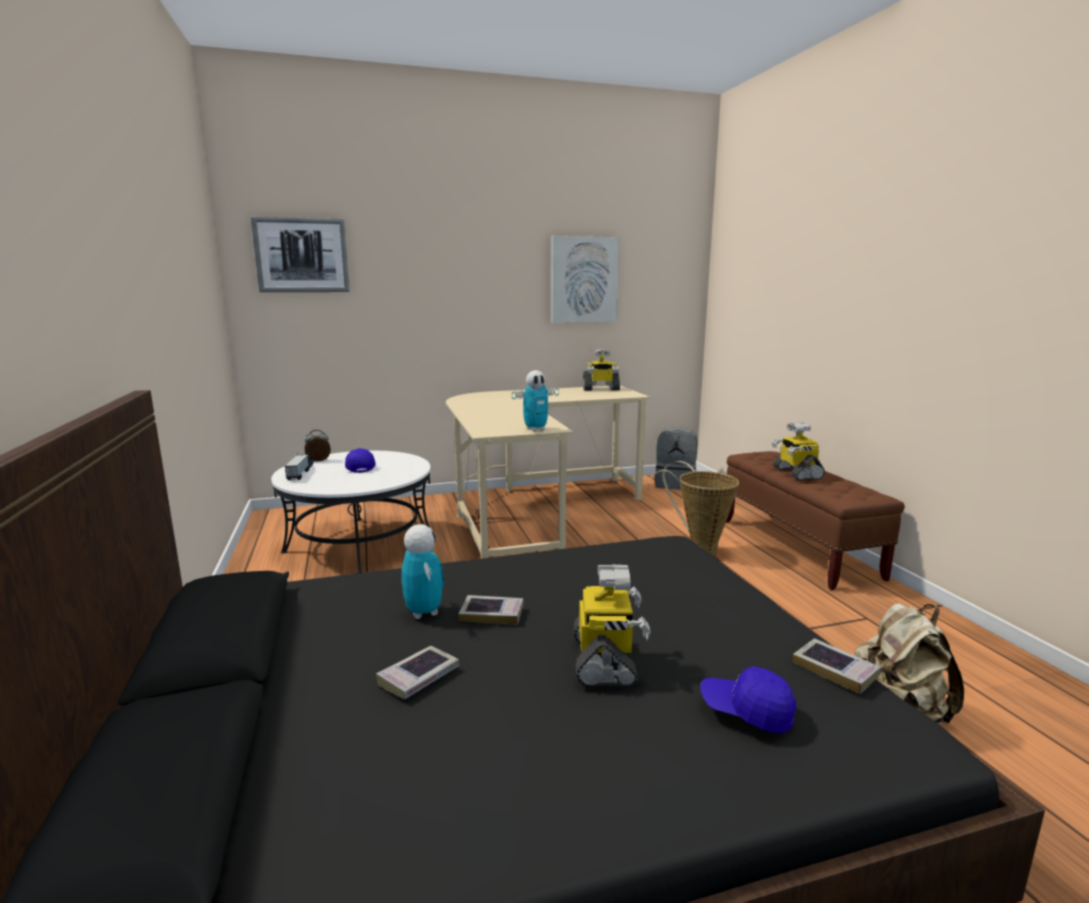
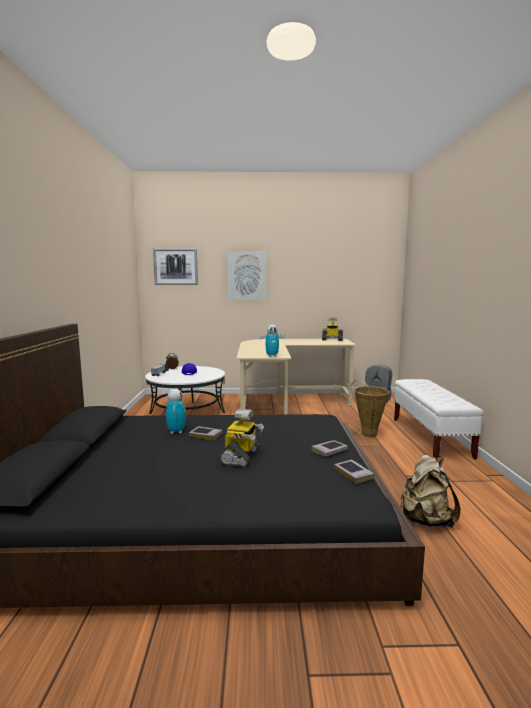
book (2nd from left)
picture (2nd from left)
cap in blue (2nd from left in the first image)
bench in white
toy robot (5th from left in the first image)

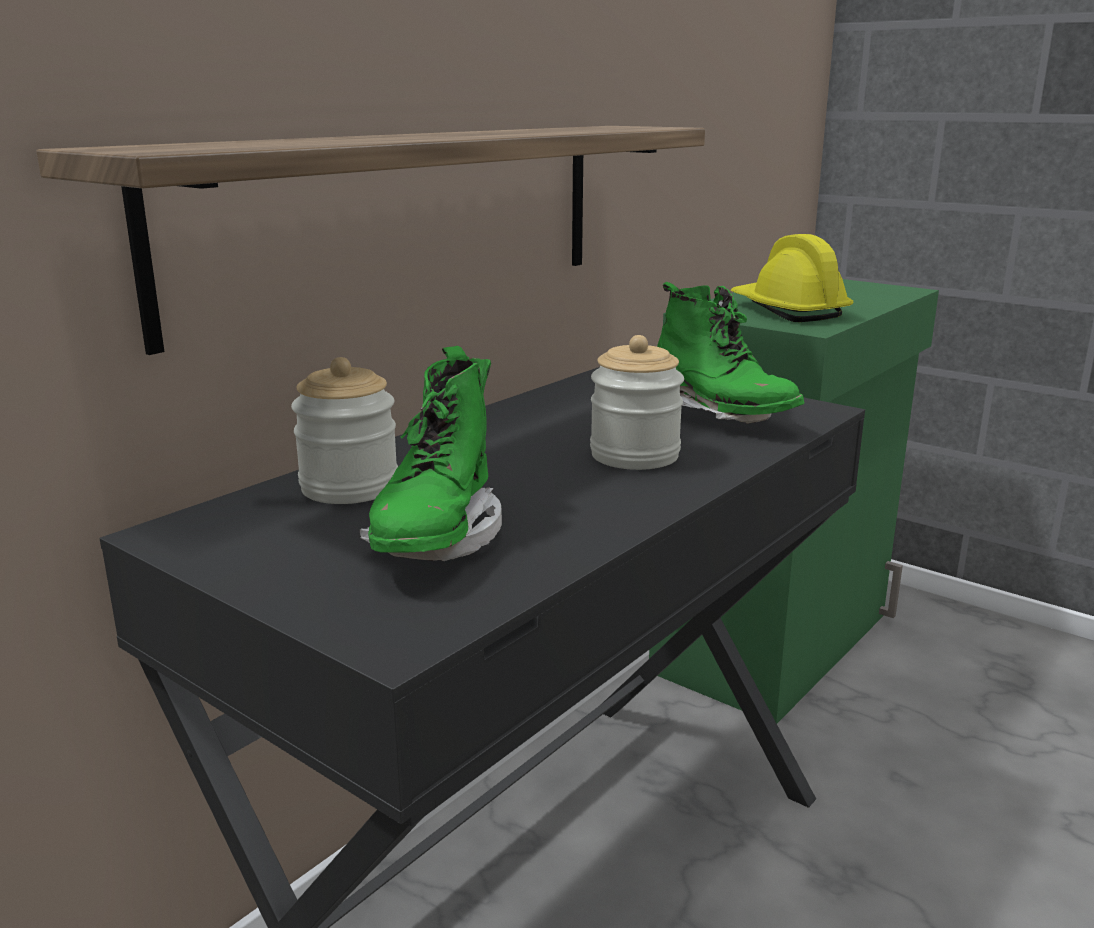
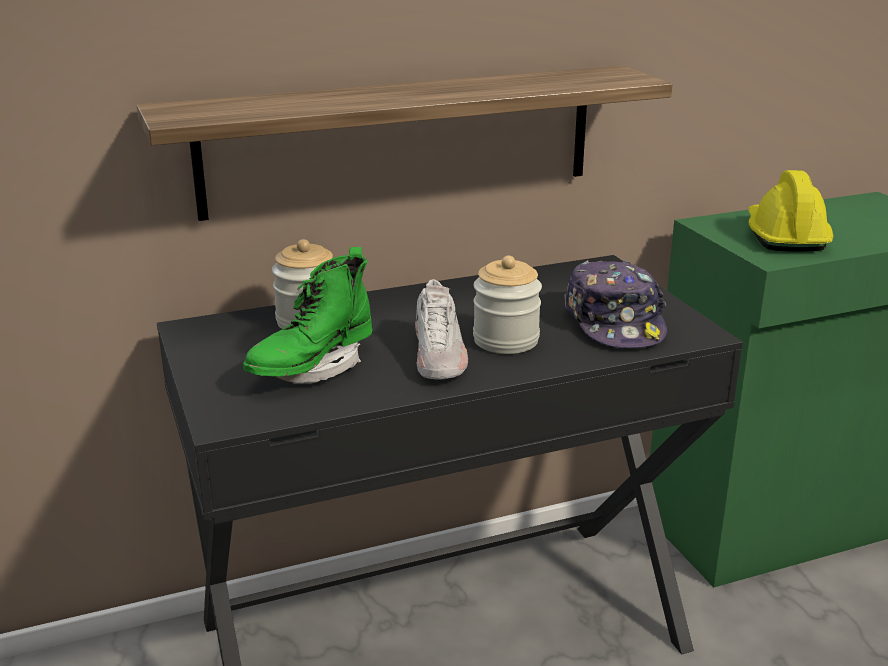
cap
shoe in white

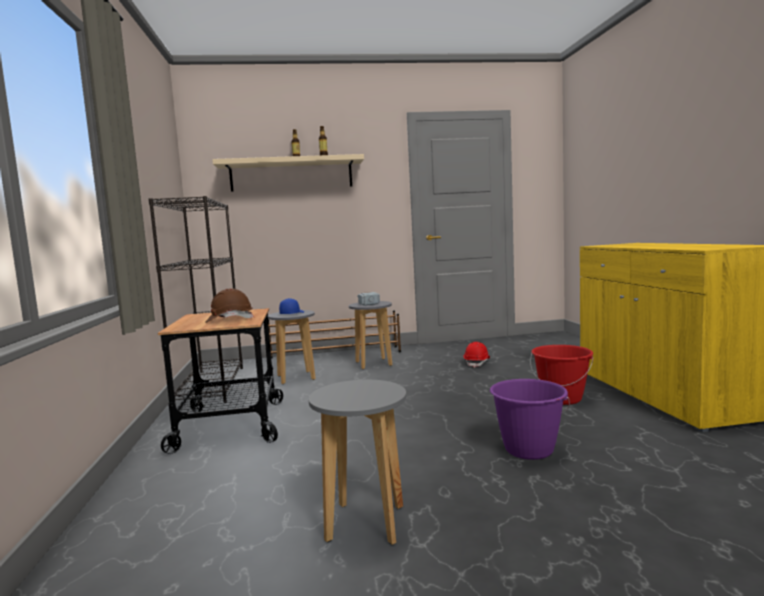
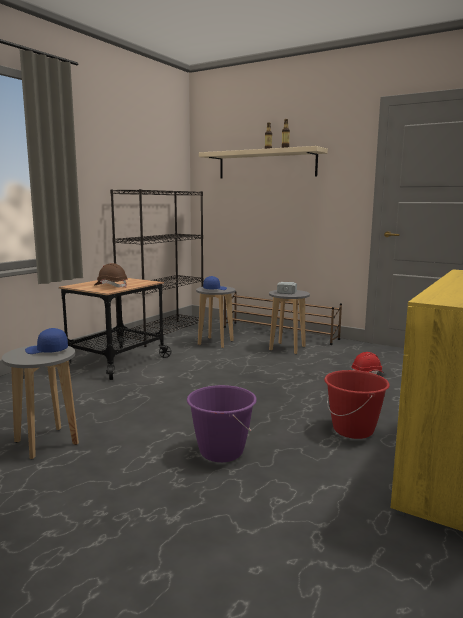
cap in blue (1st from left)

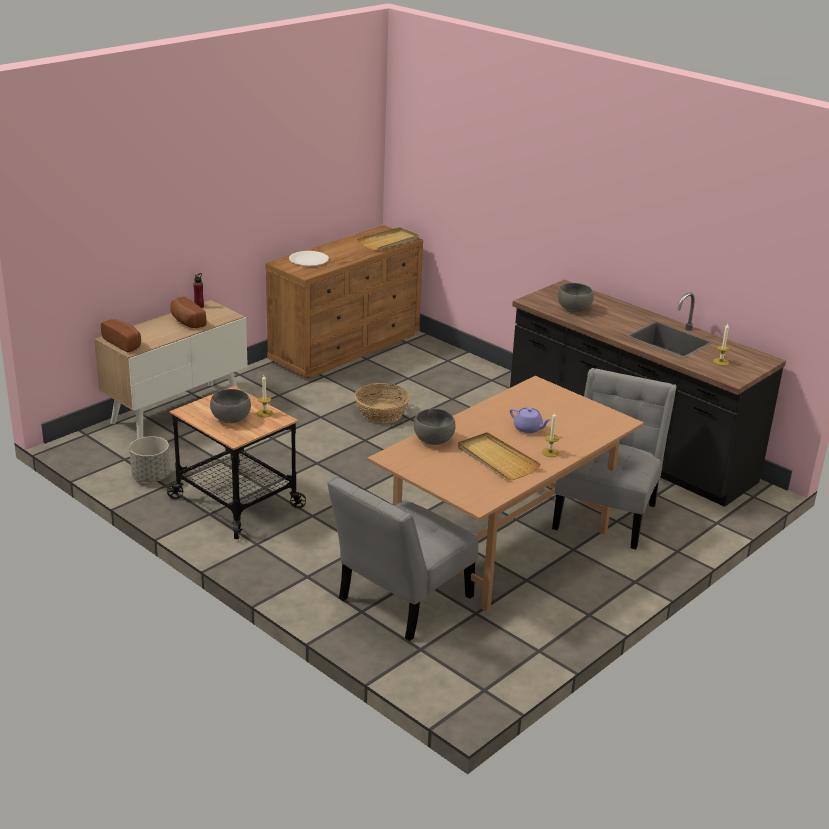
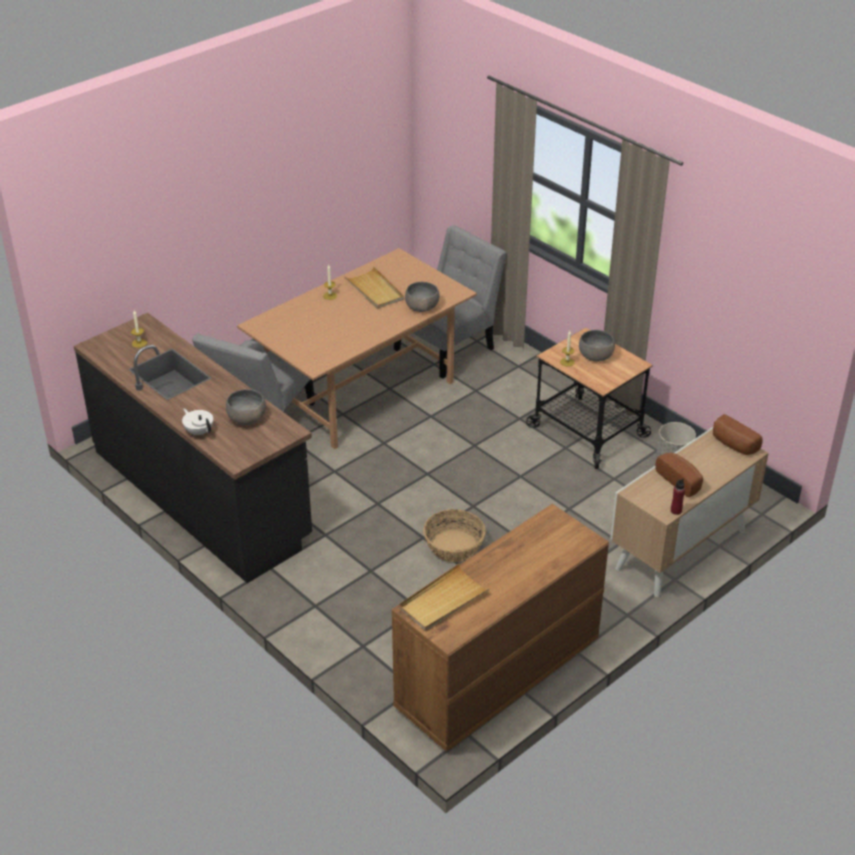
plate in white
teapot in purple
teapot in white

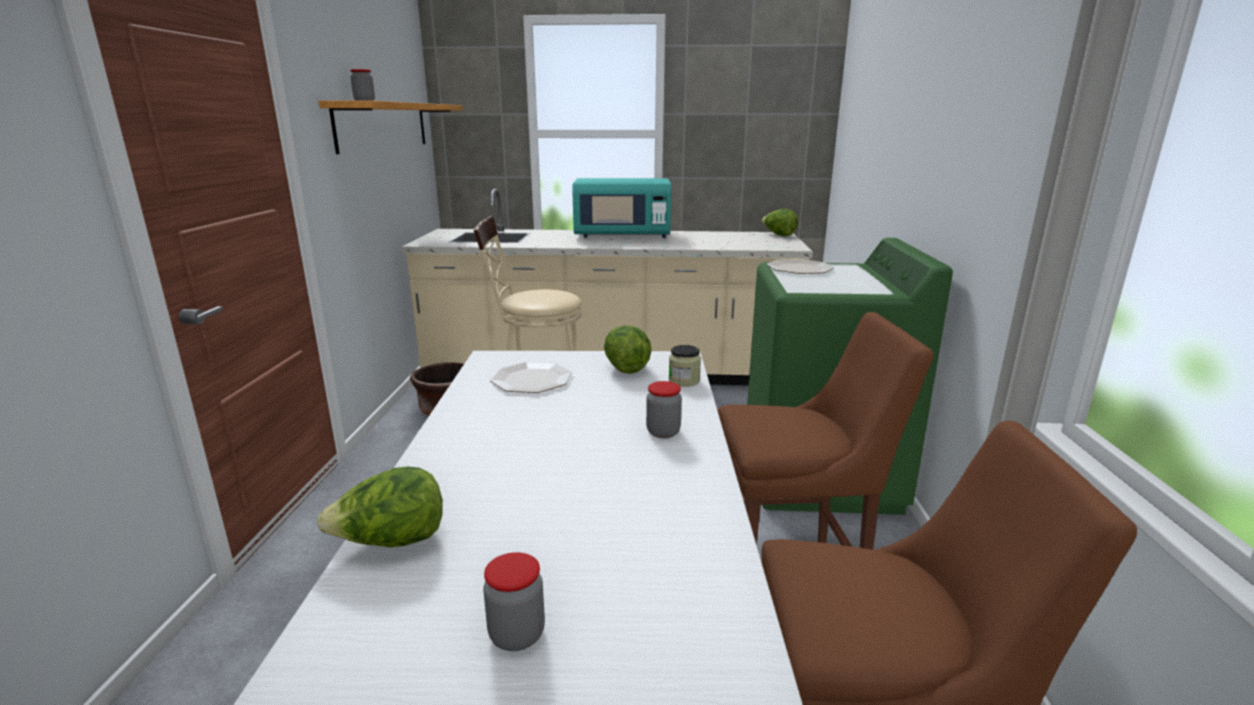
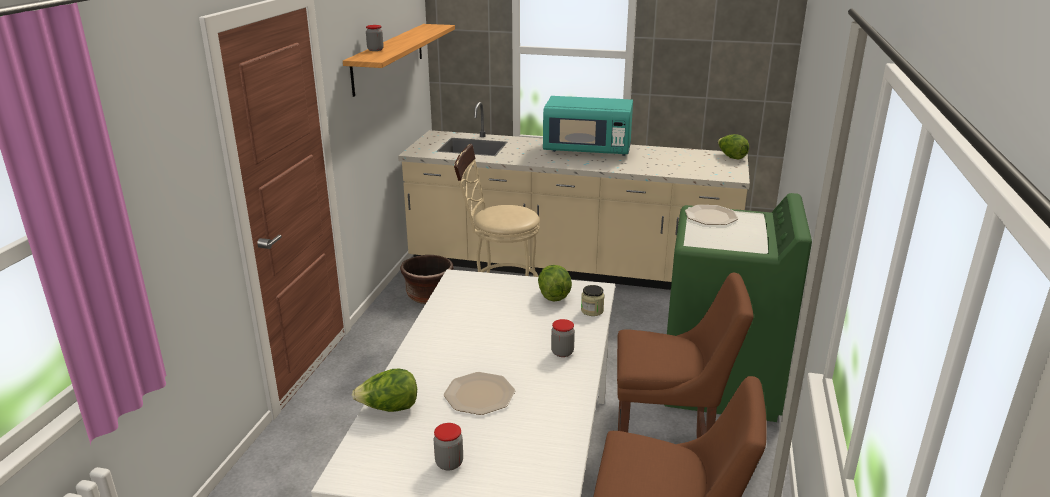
plate (1st from left)

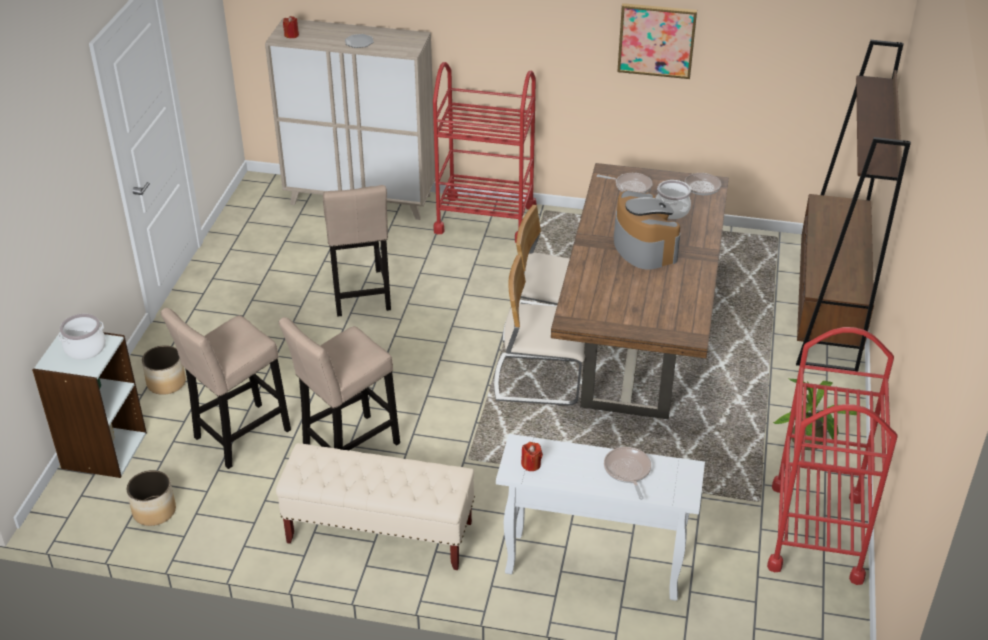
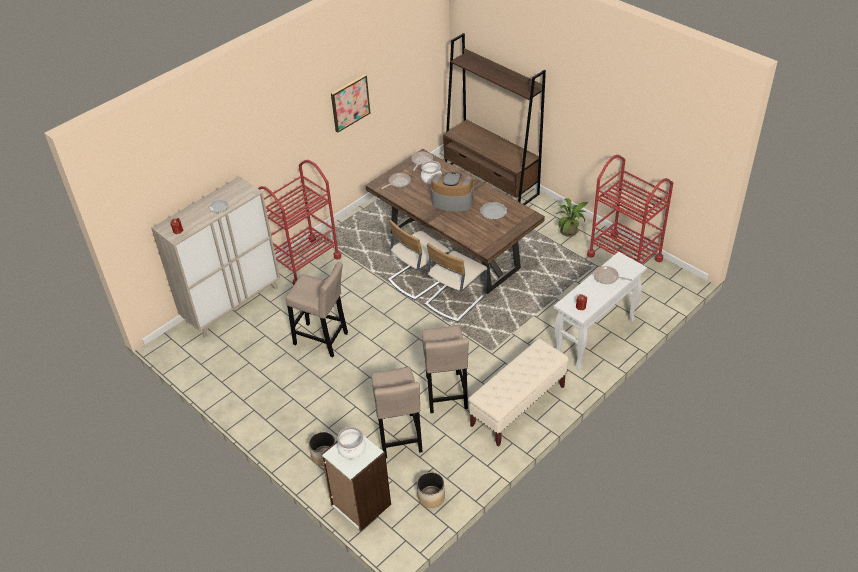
plate (2nd from left)

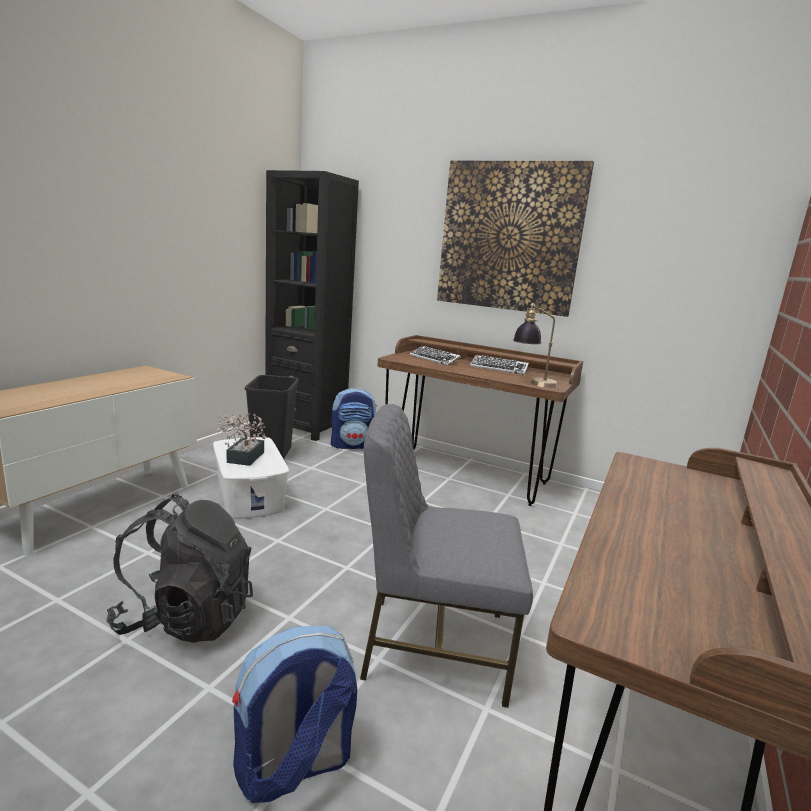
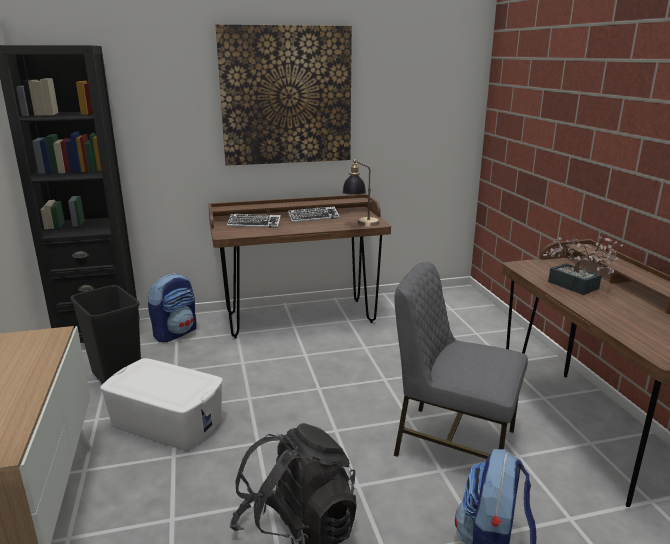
potted plant
chair in grey

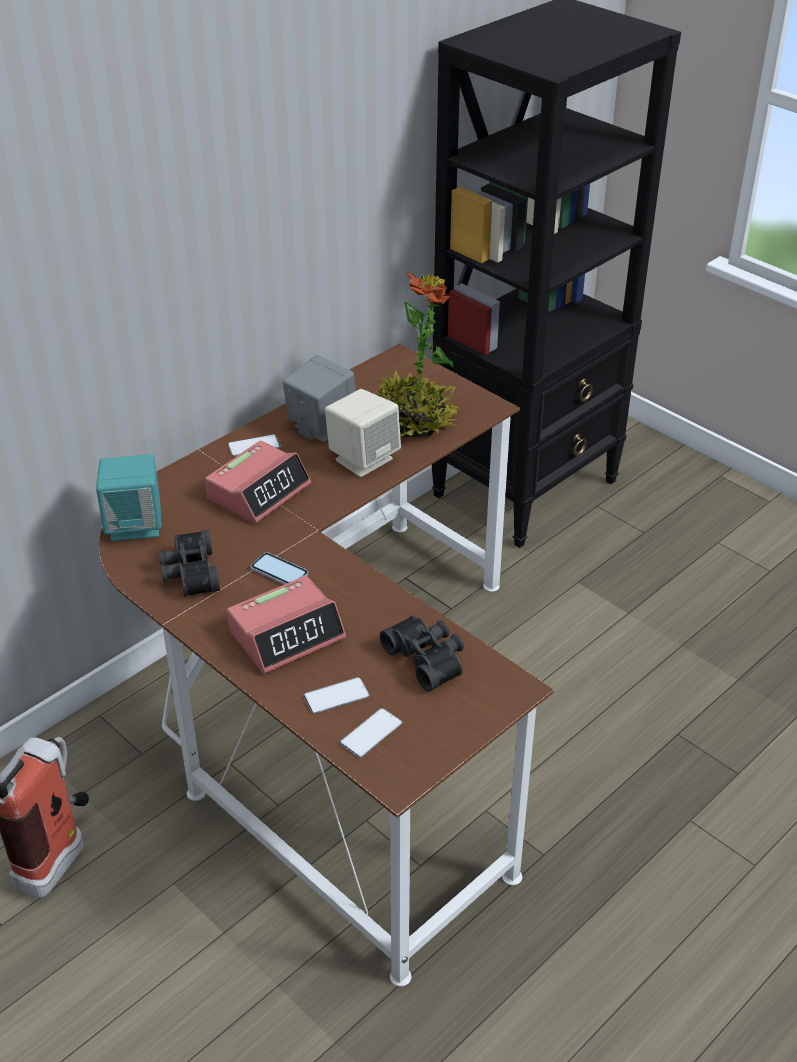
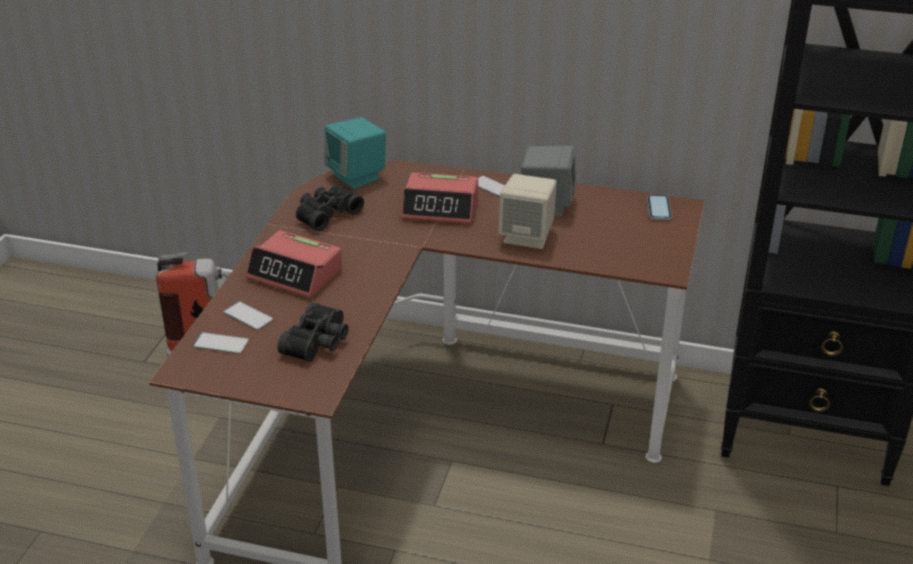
phone (4th from left)
potted plant

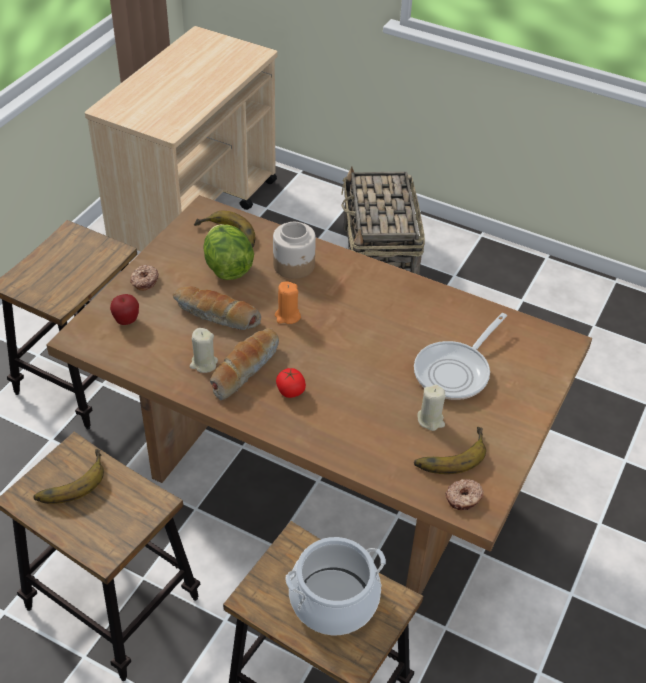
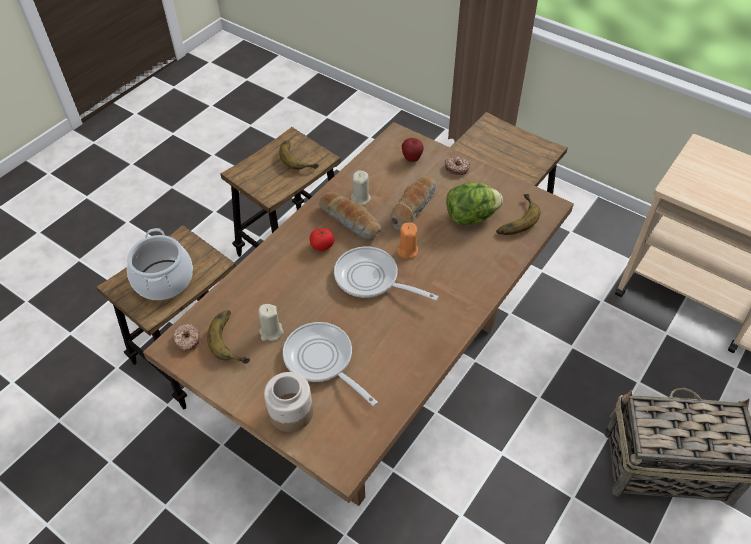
jar
frying pan (2nd from left)

